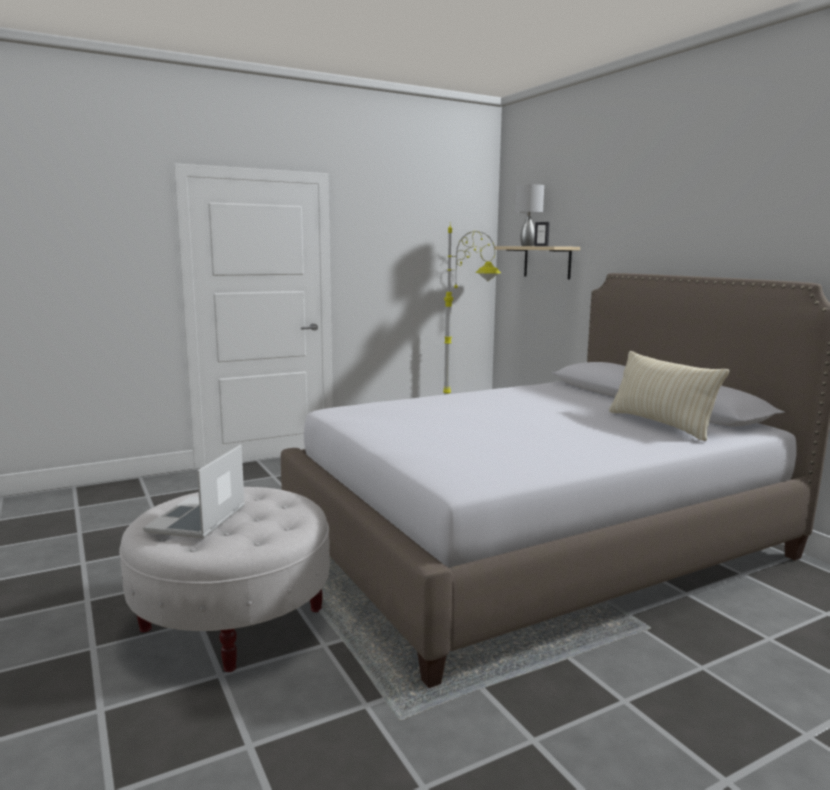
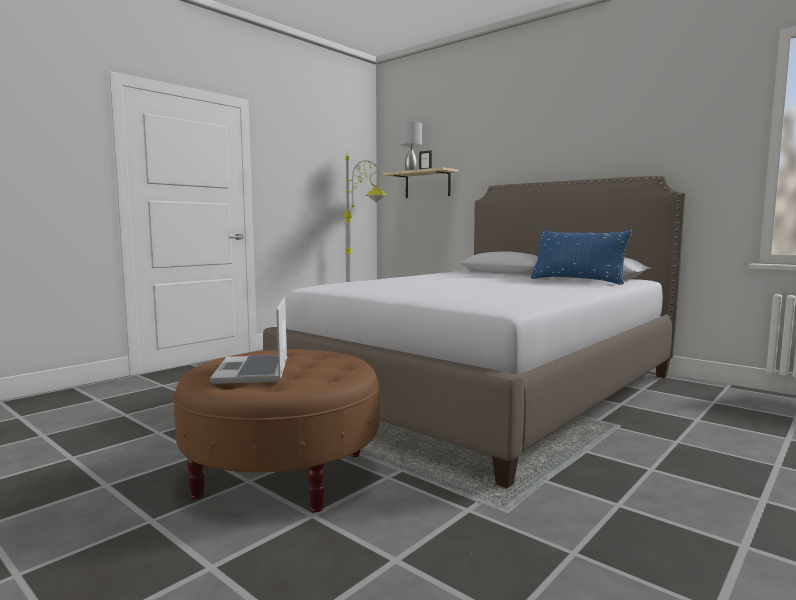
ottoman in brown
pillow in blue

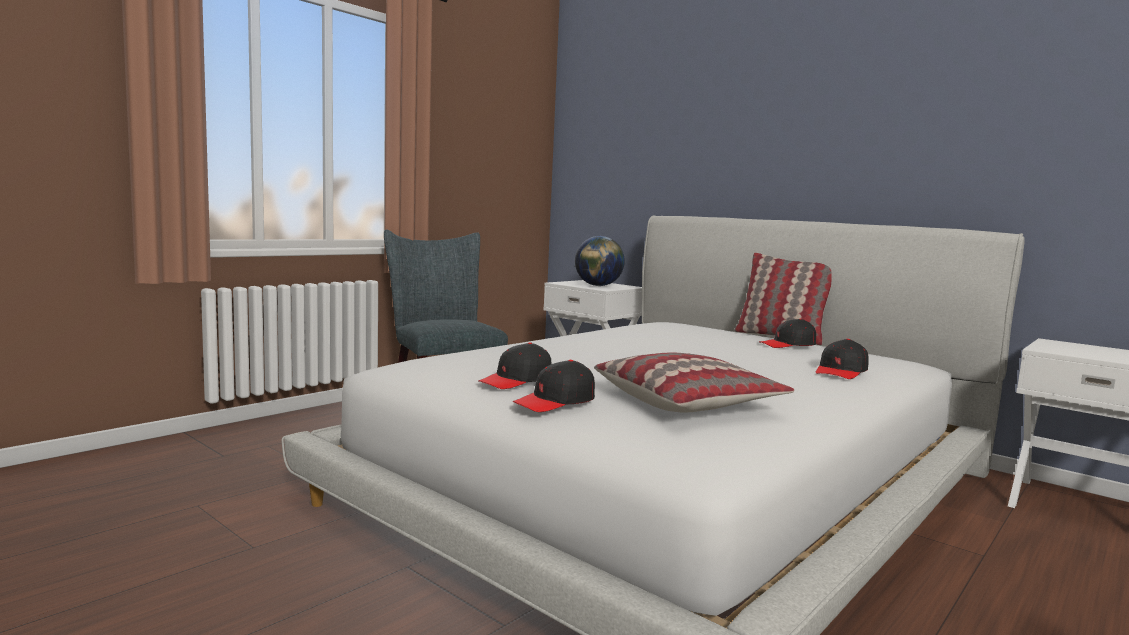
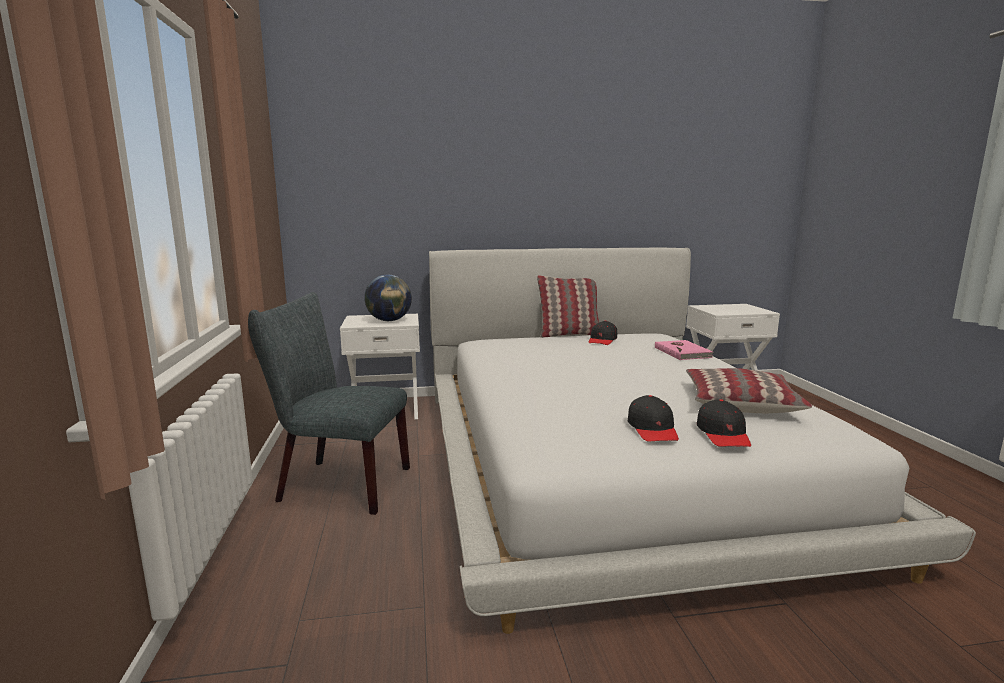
book in pink

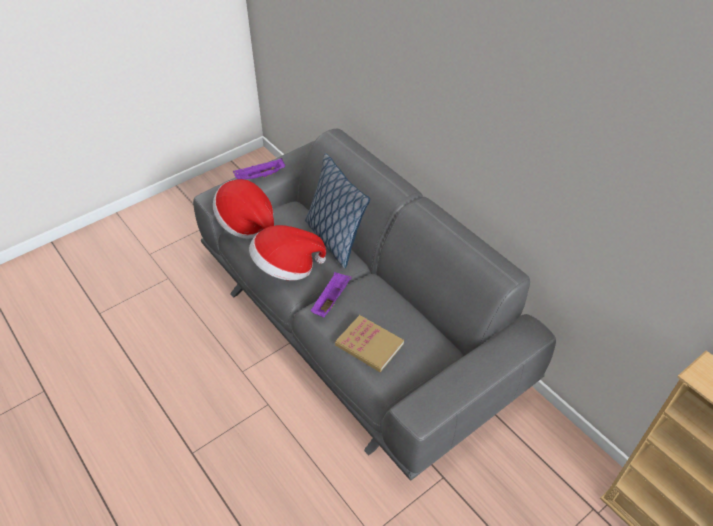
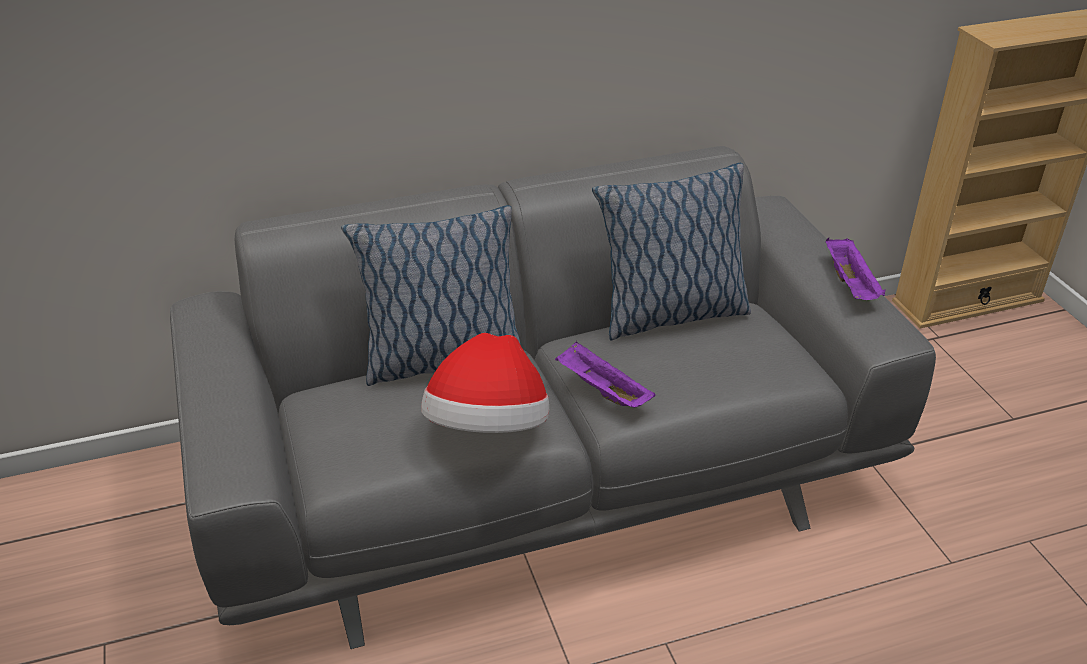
hat (1st from left in the first image)
tray in purple (2nd from left)
book
pillow (2nd from left)

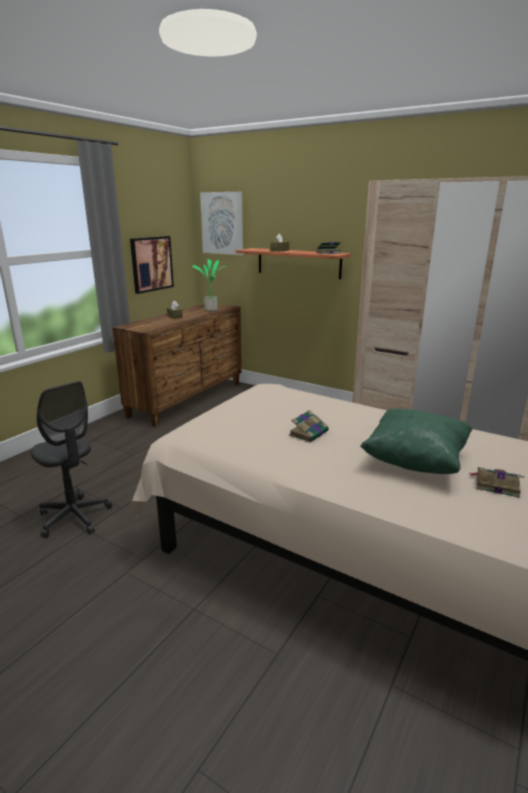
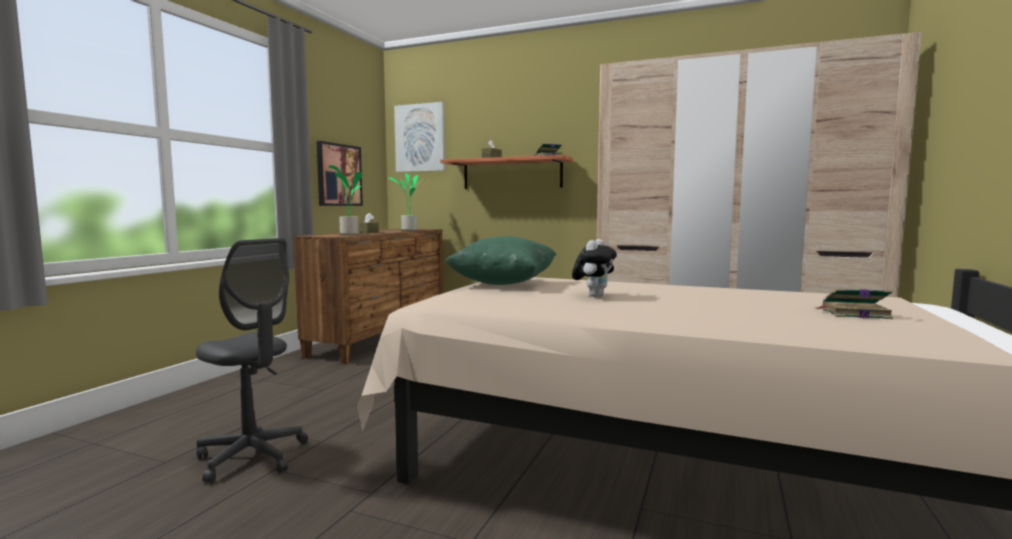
plush toy
pillow in green
potted plant (1st from left)

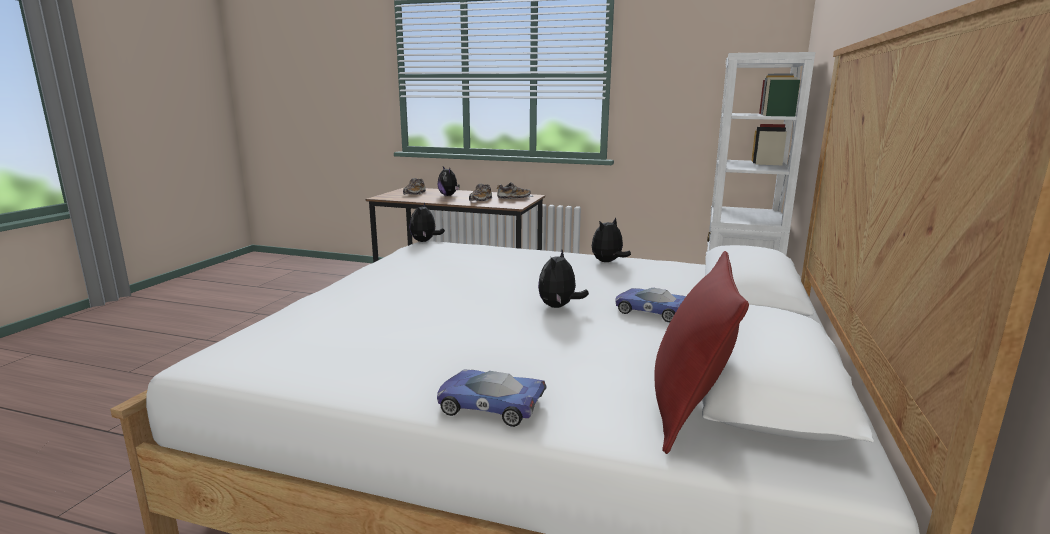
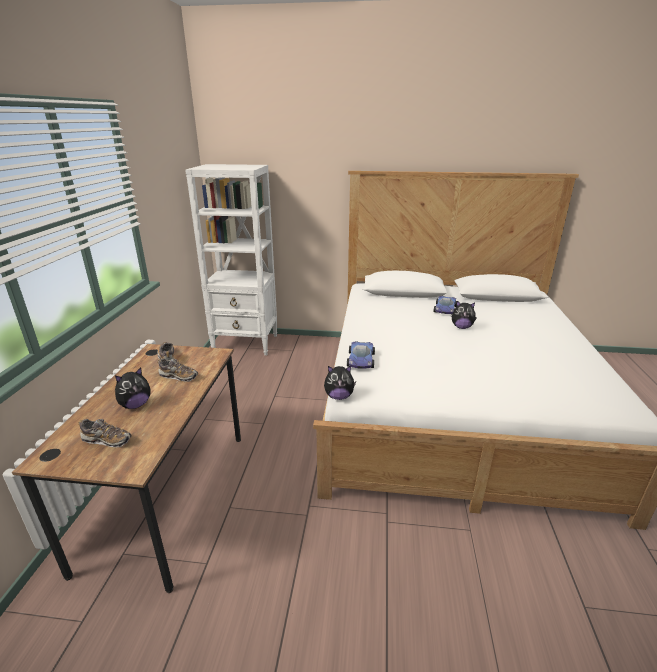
toy car (1st from left)
plush toy (4th from left in the first image)
pillow in red

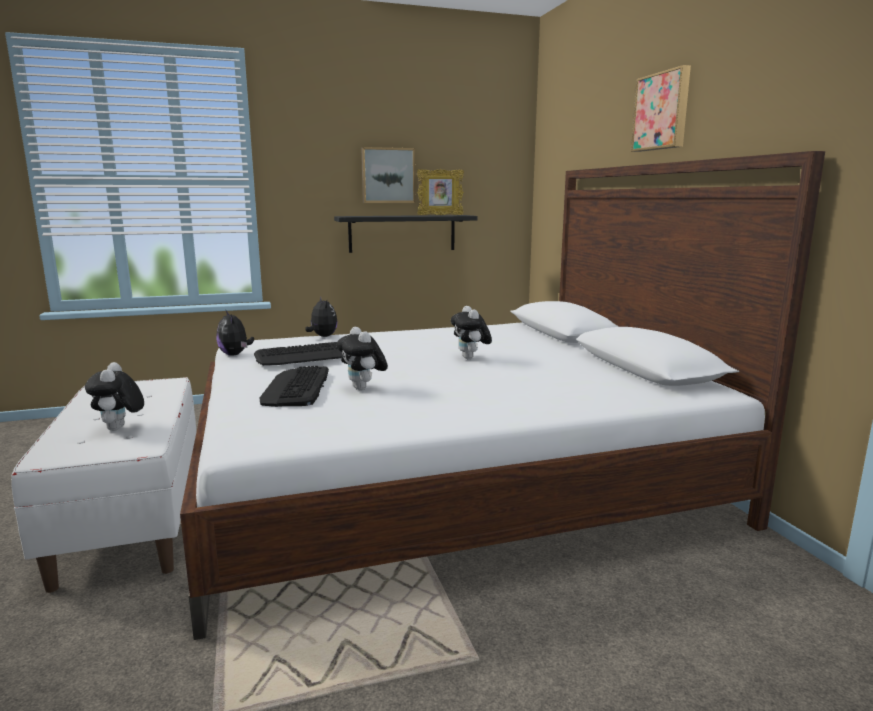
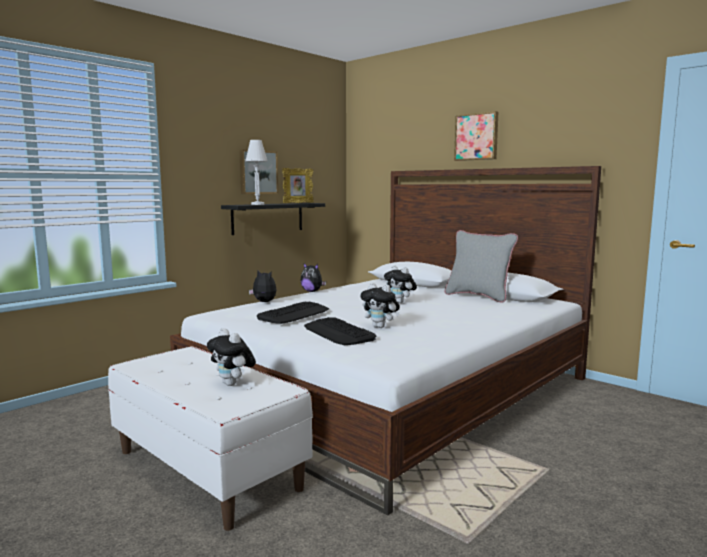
plush toy (3rd from left)
table lamp in white
pillow in grey

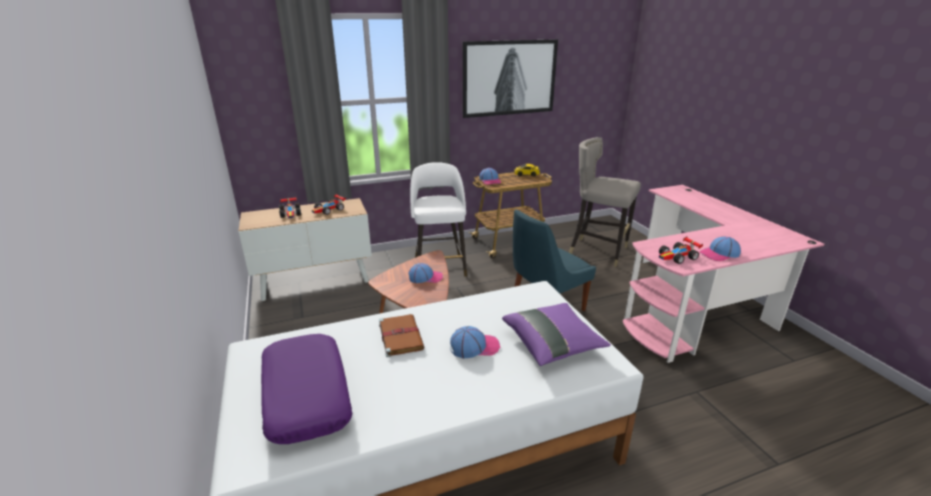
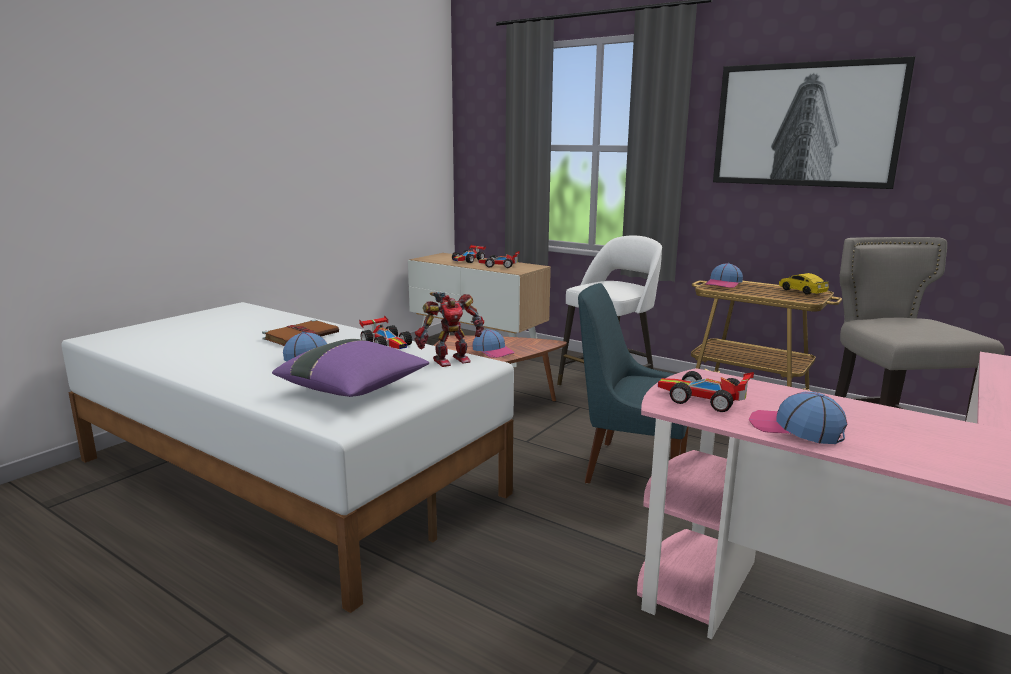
pillow in purple (1st from left in the first image)
toy car (1st from left)
toy robot

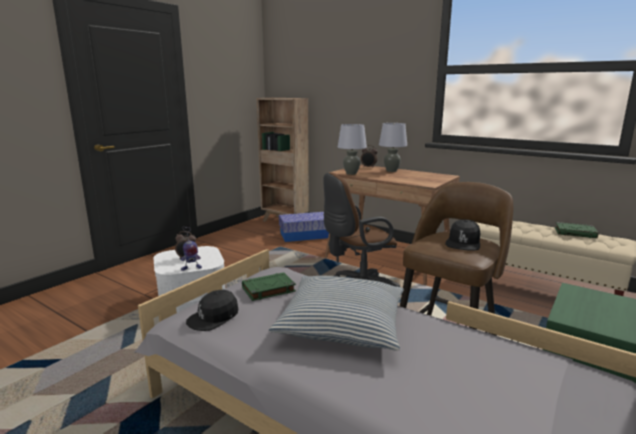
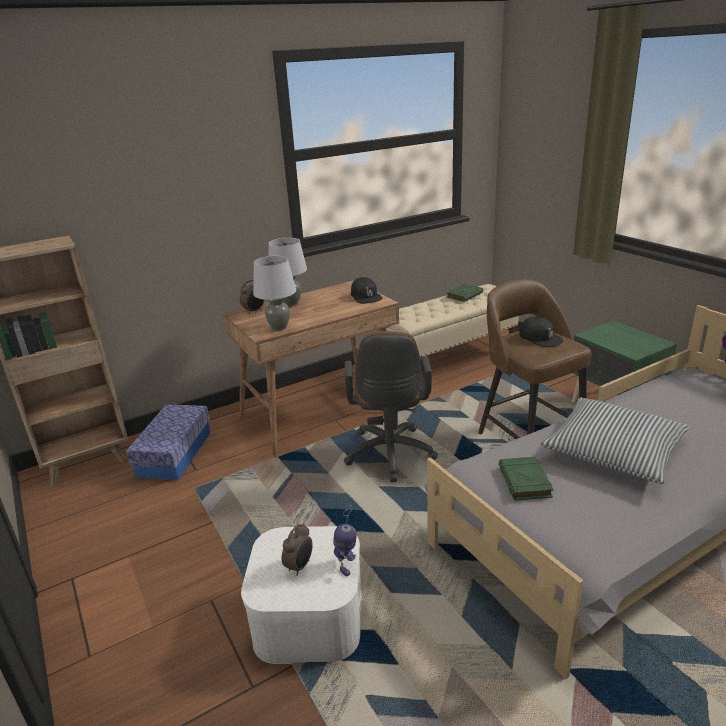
cap in black (1st from left)

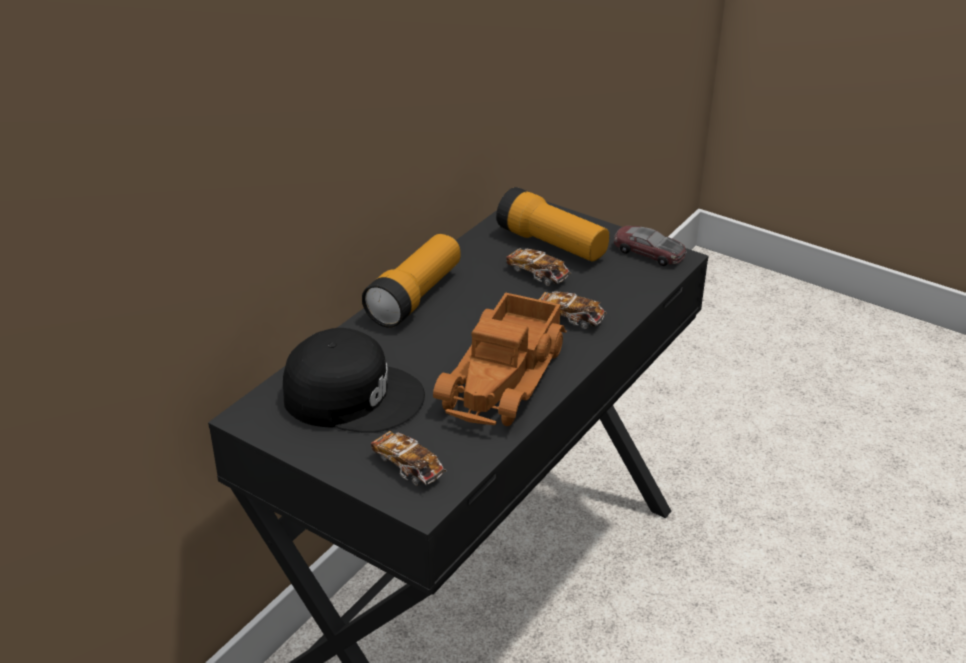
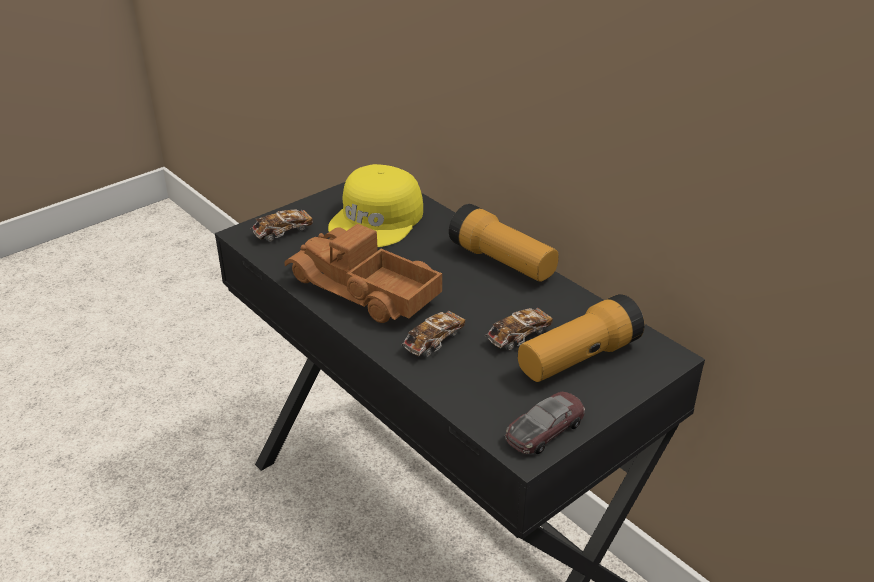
cap in yellow

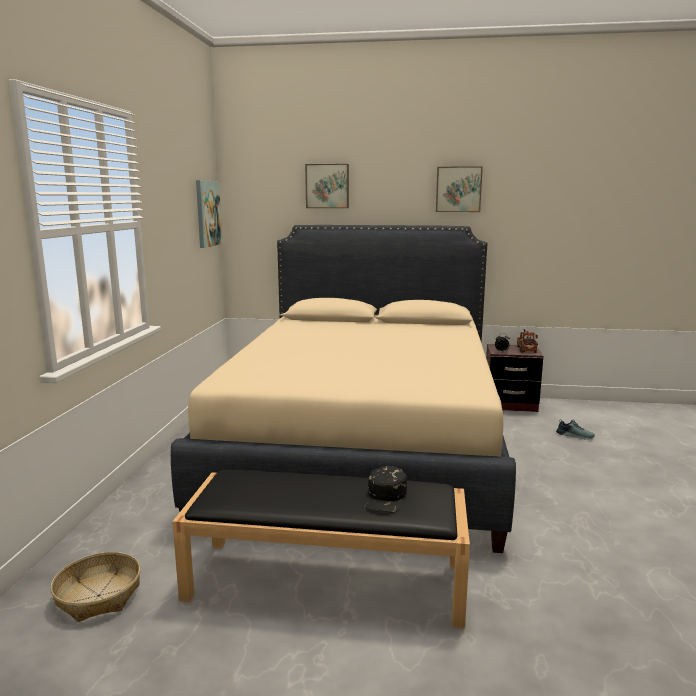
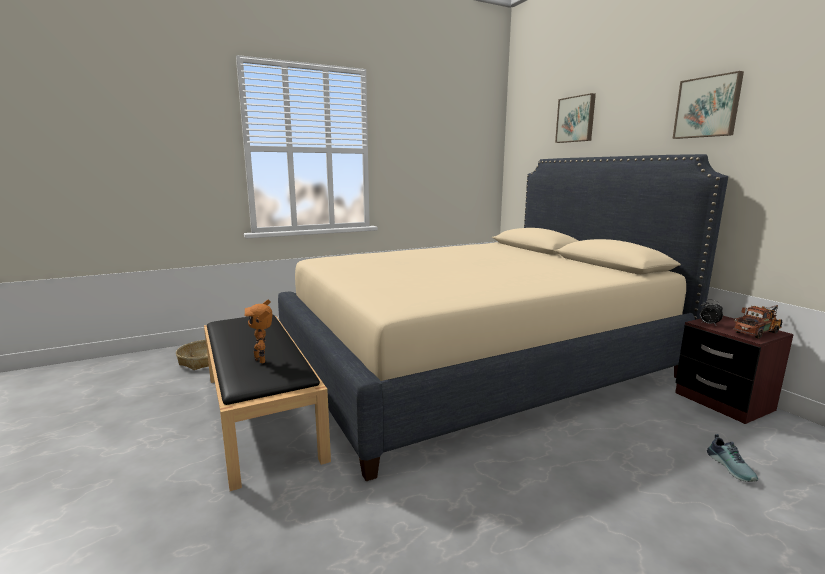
picture (1st from left in the first image)
toy robot

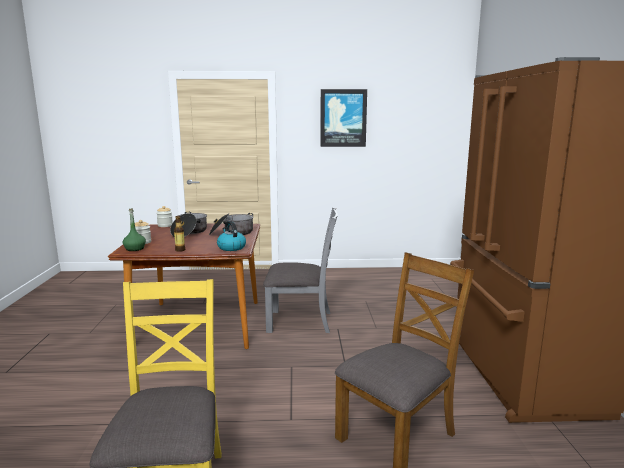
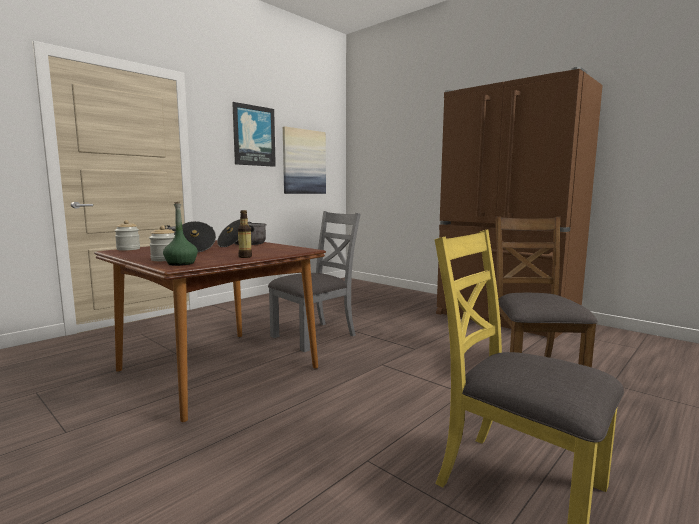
kettle
picture (2nd from left)

